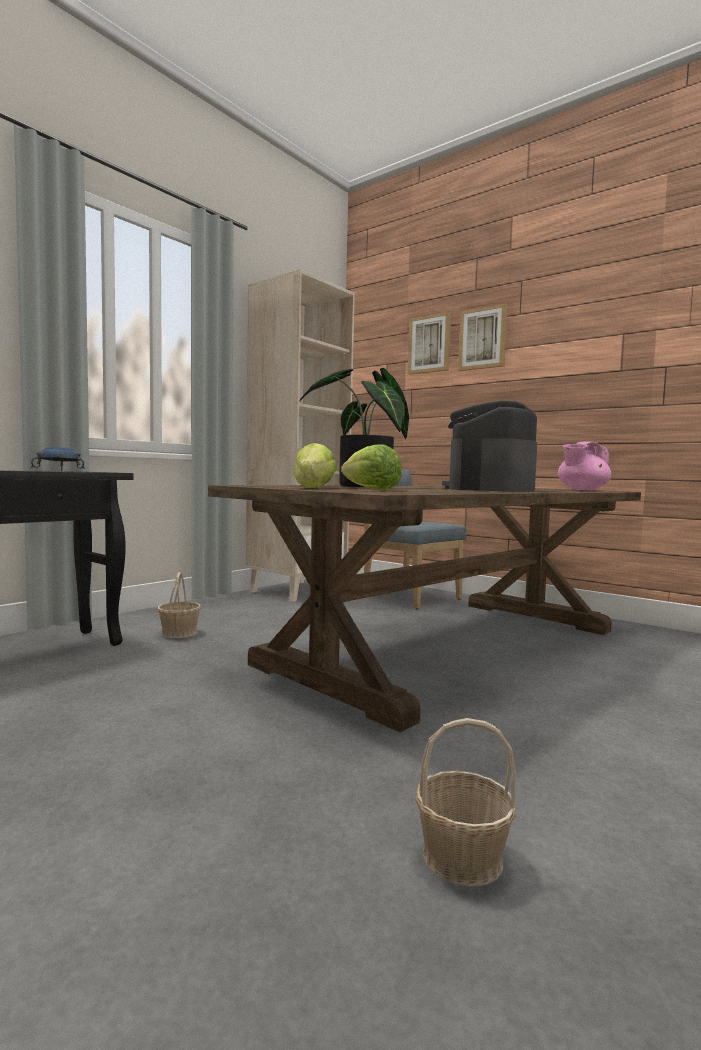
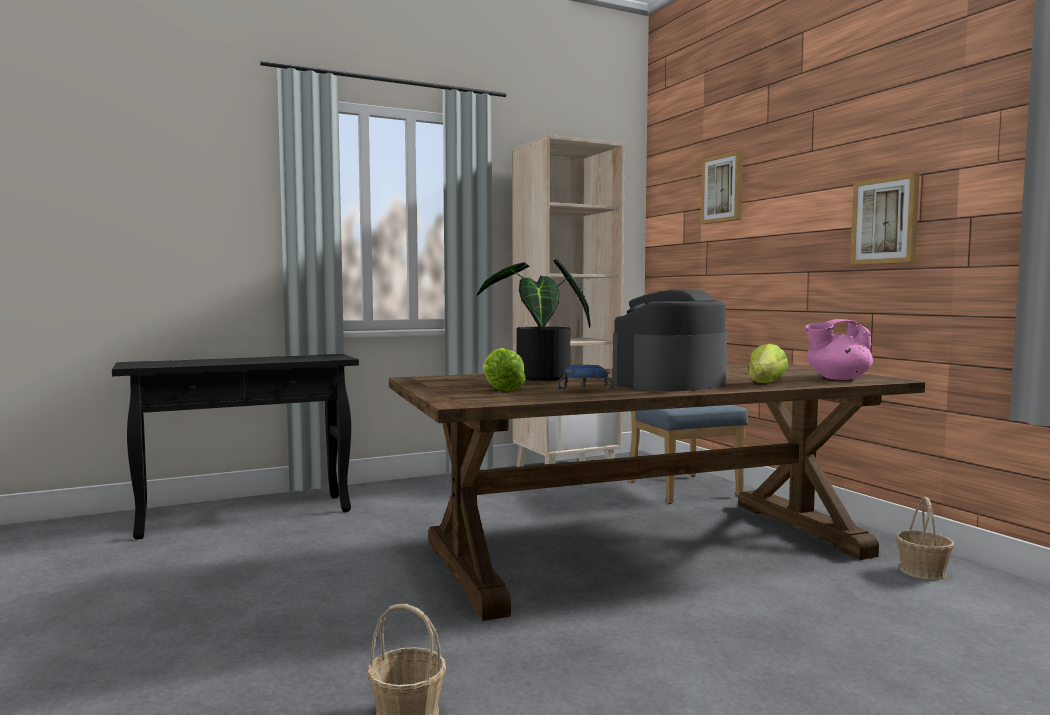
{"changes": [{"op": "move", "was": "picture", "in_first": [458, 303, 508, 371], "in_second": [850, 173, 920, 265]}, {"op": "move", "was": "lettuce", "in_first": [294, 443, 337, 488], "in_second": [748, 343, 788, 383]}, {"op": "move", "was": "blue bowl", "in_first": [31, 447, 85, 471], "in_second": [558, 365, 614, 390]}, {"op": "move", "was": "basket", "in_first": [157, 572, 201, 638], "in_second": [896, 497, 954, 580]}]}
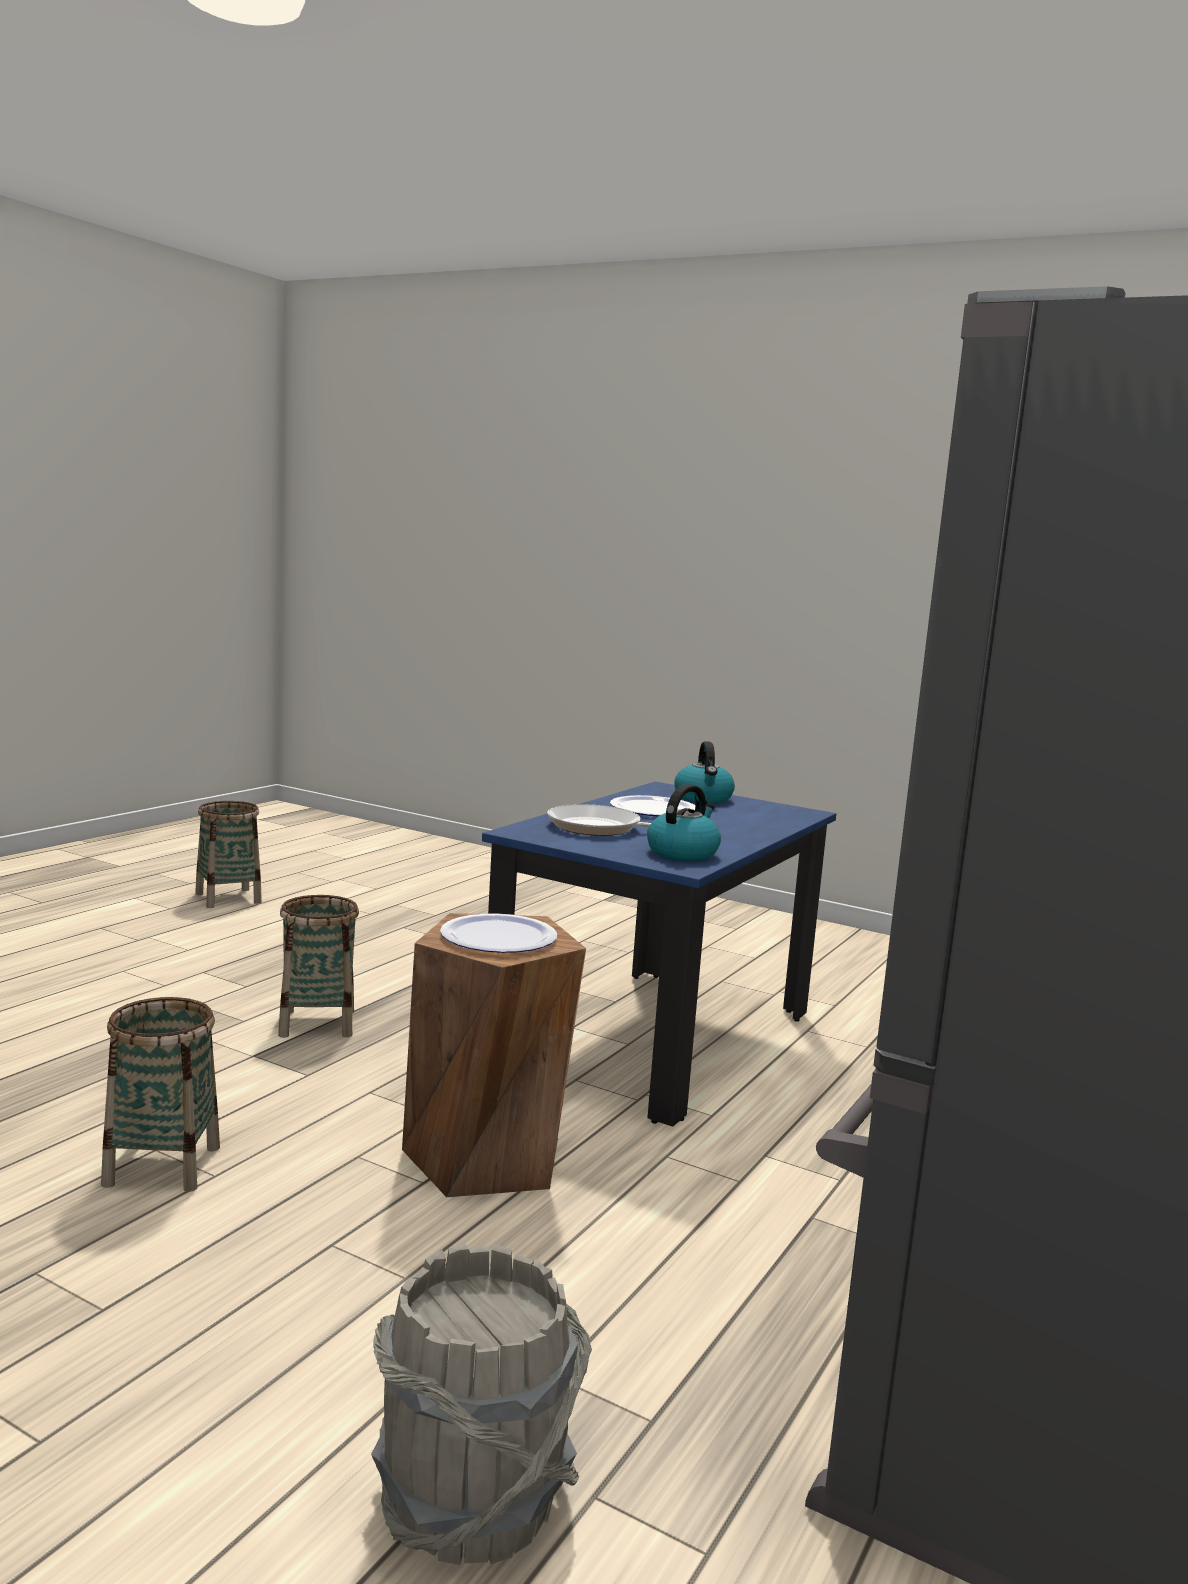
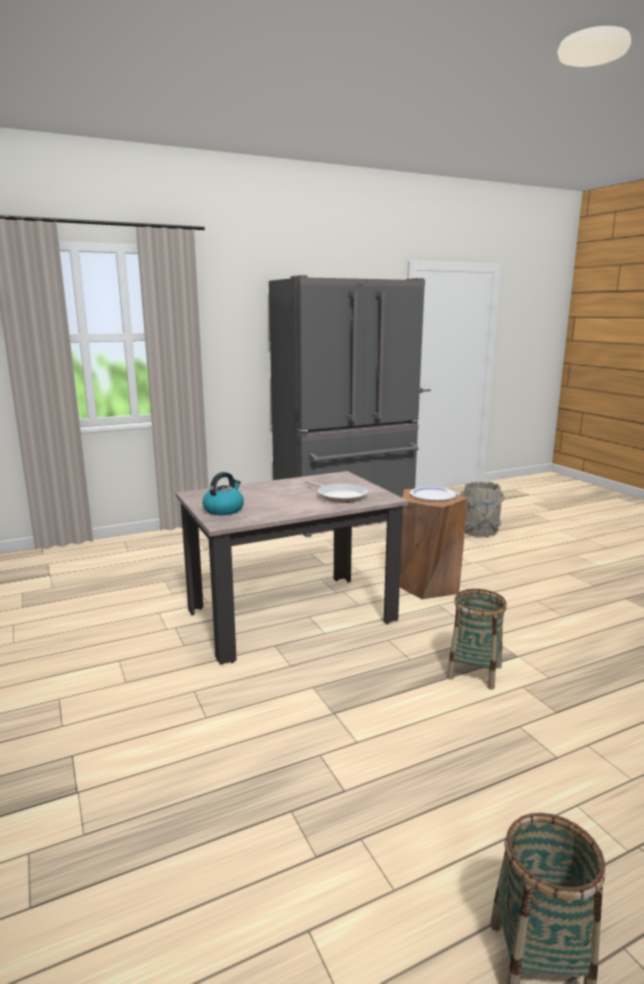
{"changes": [{"op": "recolor", "was": "blue dining table", "now": "beige dining table", "in_first": [482, 782, 836, 1127], "in_second": [176, 471, 408, 664]}, {"op": "delete", "was": "kettle", "in_first": [647, 784, 721, 861]}, {"op": "delete", "was": "plate", "in_first": [610, 795, 695, 816]}, {"op": "delete", "was": "basket", "in_first": [101, 997, 220, 1192]}]}
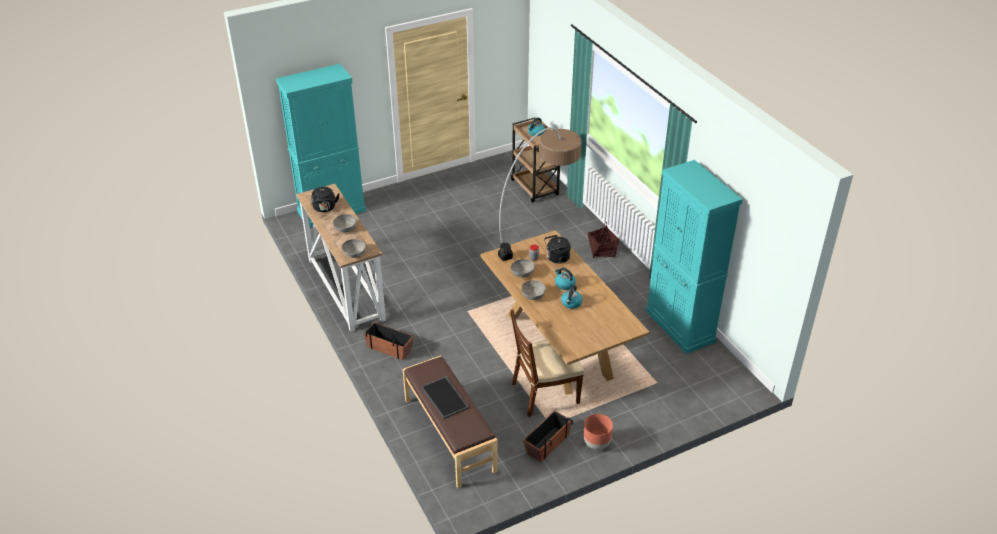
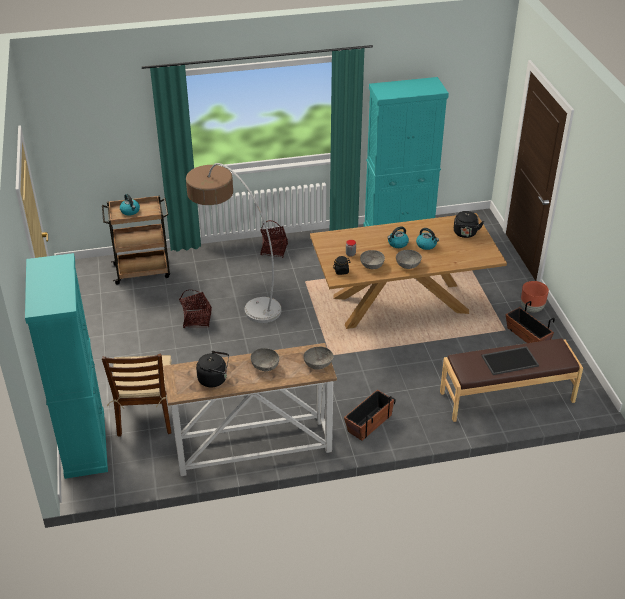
{"changes": [{"op": "move", "was": "black kettle", "in_first": [544, 235, 571, 264], "in_second": [454, 211, 484, 238]}, {"op": "move", "was": "brown chair", "in_first": [510, 310, 584, 417], "in_second": [102, 353, 171, 437]}, {"op": "insert", "now": "basket", "in_second": [179, 290, 212, 328]}]}
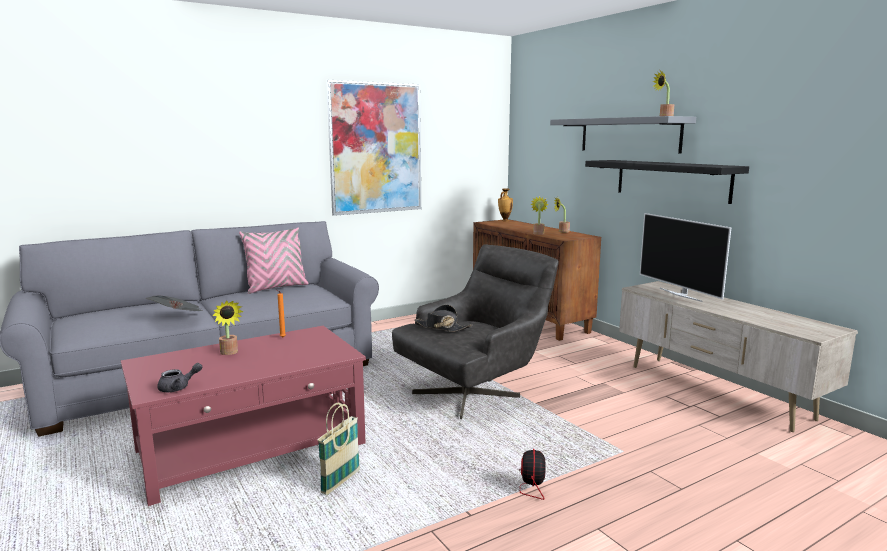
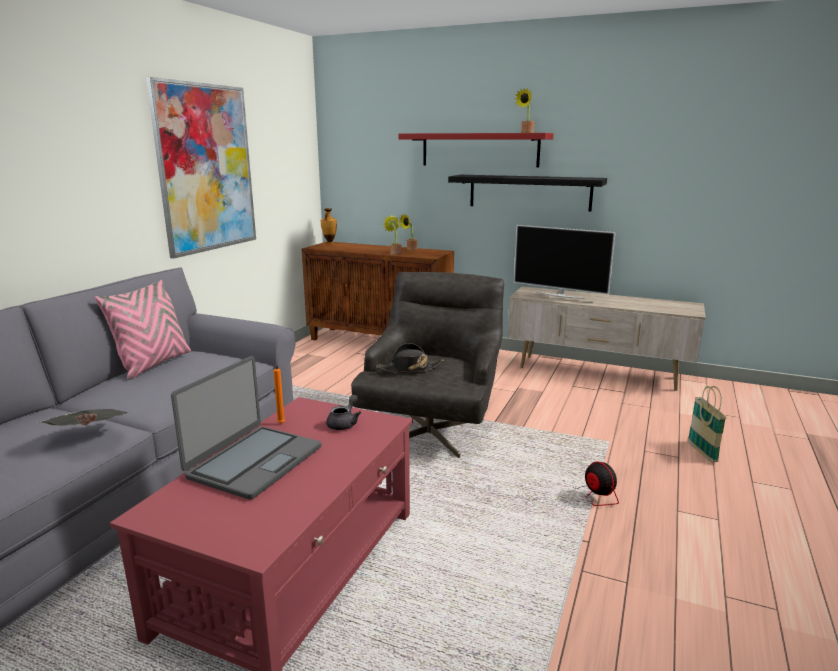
{"changes": [{"op": "recolor", "was": "grey shelf", "now": "red shelf", "in_first": [550, 116, 696, 153], "in_second": [398, 133, 554, 167]}, {"op": "replace", "was": "potted plant", "now": "laptop", "in_first": [213, 301, 243, 355], "in_second": [171, 356, 321, 500]}, {"op": "move", "was": "grey teapot", "in_first": [157, 363, 202, 392], "in_second": [326, 395, 361, 430]}, {"op": "move", "was": "basket", "in_first": [317, 403, 360, 495], "in_second": [688, 386, 726, 462]}]}
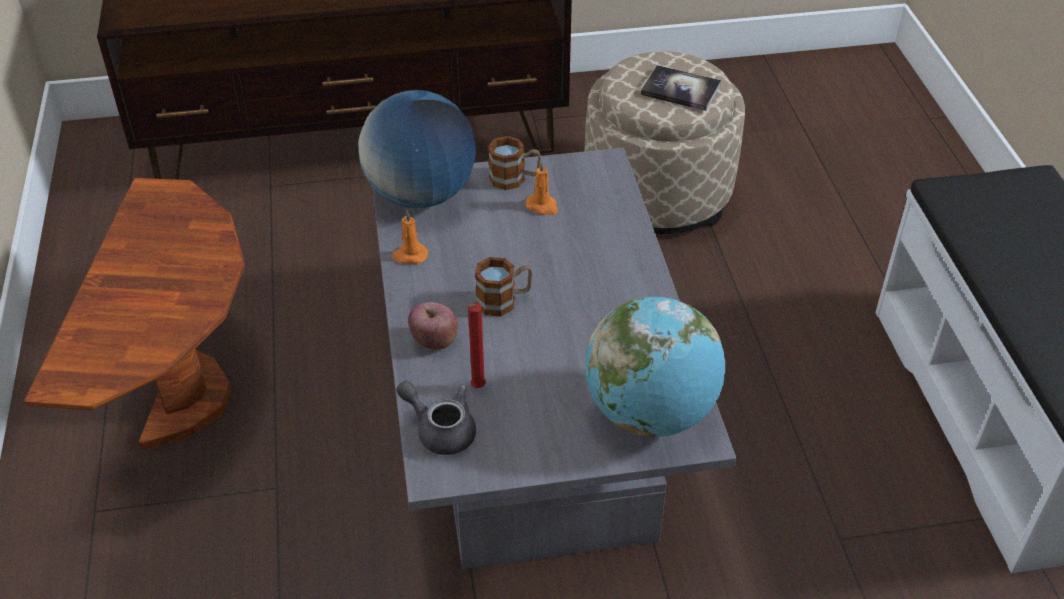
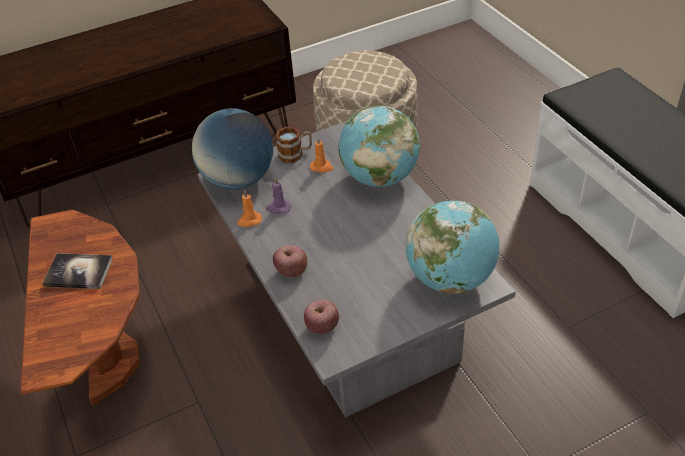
{"changes": [{"op": "move", "was": "book", "in_first": [641, 65, 721, 111], "in_second": [42, 253, 113, 289]}, {"op": "delete", "was": "mug", "in_first": [475, 257, 532, 316]}, {"op": "delete", "was": "red candle", "in_first": [467, 303, 486, 388]}, {"op": "replace", "was": "grey teapot", "now": "apple", "in_first": [396, 381, 476, 455], "in_second": [304, 300, 339, 334]}, {"op": "insert", "now": "globe", "in_second": [338, 106, 420, 187]}, {"op": "insert", "now": "purple candle", "in_second": [266, 177, 291, 214]}]}
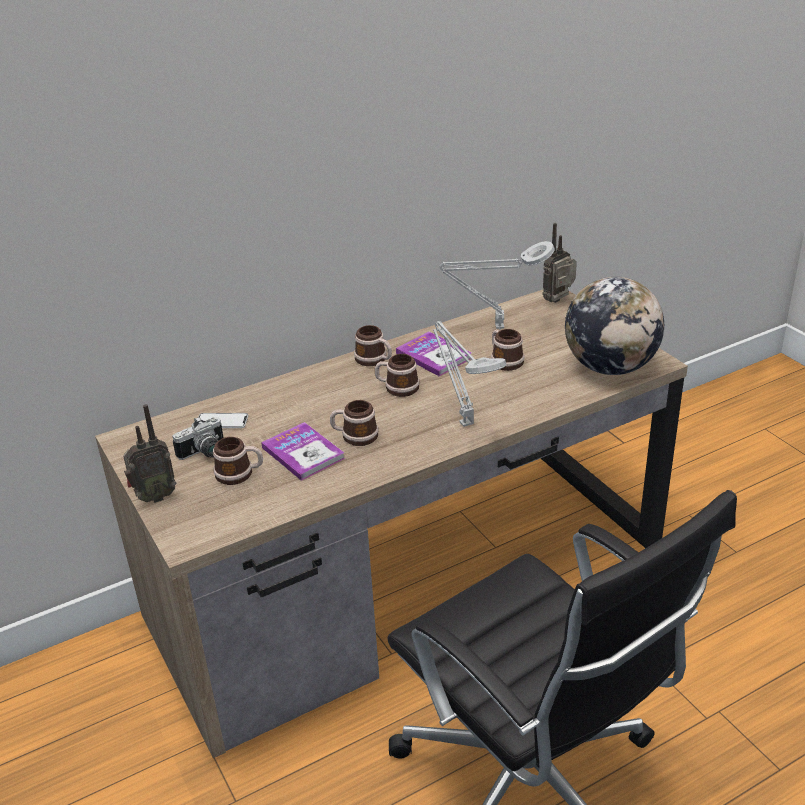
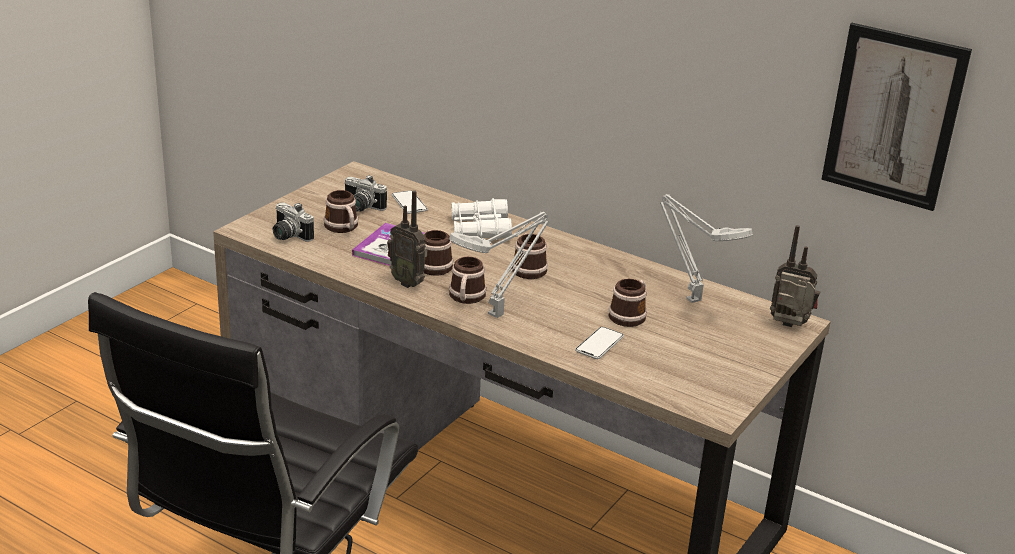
{"changes": [{"op": "delete", "was": "globe", "in_first": [565, 277, 664, 375]}, {"op": "move", "was": "mug", "in_first": [354, 325, 392, 366], "in_second": [449, 257, 487, 304]}, {"op": "delete", "was": "book", "in_first": [396, 331, 471, 376]}, {"op": "move", "was": "radio", "in_first": [123, 404, 176, 503], "in_second": [387, 190, 427, 288]}, {"op": "insert", "now": "picture", "in_second": [821, 23, 972, 211]}, {"op": "insert", "now": "white binoculars", "in_second": [451, 198, 512, 240]}, {"op": "insert", "now": "photo camera", "in_second": [273, 202, 314, 242]}, {"op": "insert", "now": "phone", "in_second": [575, 327, 624, 359]}]}
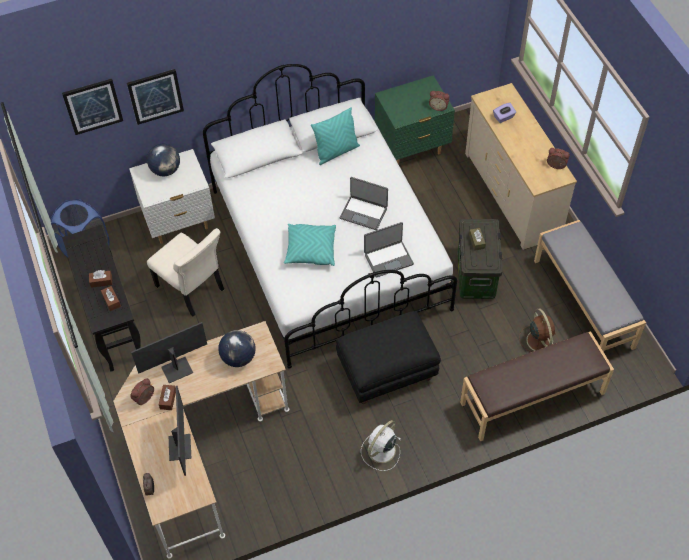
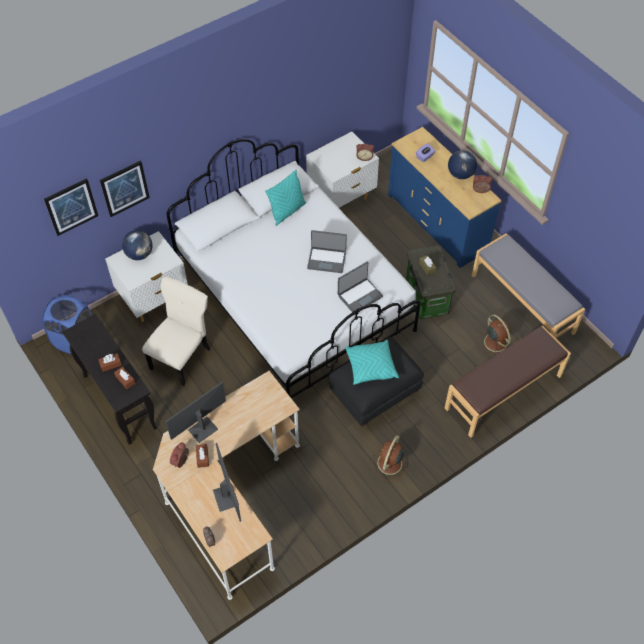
{"changes": [{"op": "recolor", "was": "green nightstand", "now": "white nightstand", "in_first": [375, 75, 455, 165], "in_second": [306, 132, 379, 208]}, {"op": "recolor", "was": "beige dresser", "now": "blue dresser", "in_first": [465, 83, 577, 250], "in_second": [388, 127, 502, 268]}, {"op": "move", "was": "turquoise pillow", "in_first": [284, 224, 336, 266], "in_second": [345, 340, 399, 385]}, {"op": "rotate", "was": "beige chair", "in_first": [147, 228, 224, 316], "in_second": [142, 276, 210, 386], "clockwise": -90}, {"op": "move", "was": "globe", "in_first": [218, 330, 256, 367], "in_second": [448, 150, 477, 179]}, {"op": "recolor", "was": "white fan", "now": "brown fan", "in_first": [361, 420, 401, 471], "in_second": [372, 435, 407, 481]}]}
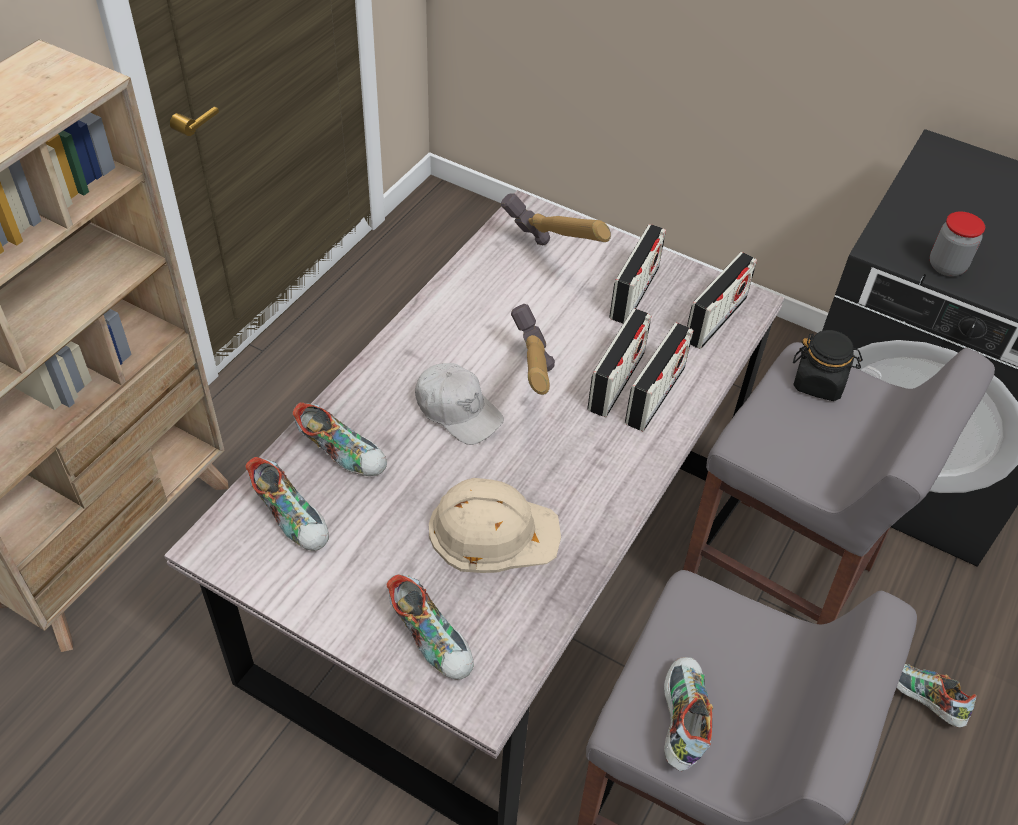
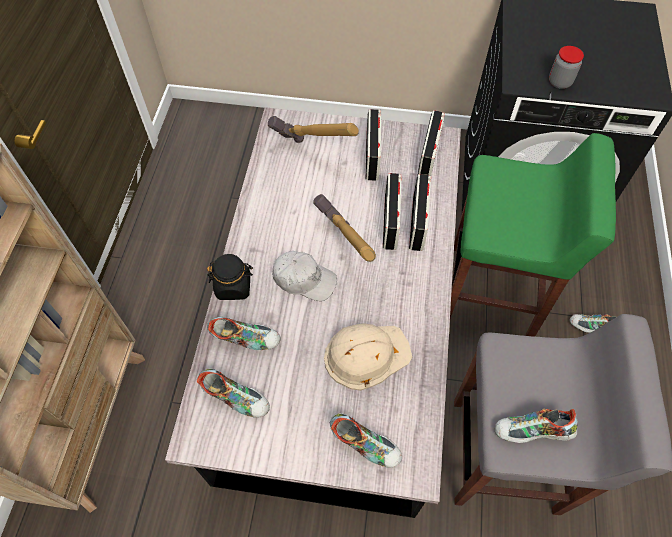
{"changes": [{"op": "move", "was": "black jar", "in_first": [793, 330, 863, 401], "in_second": [207, 254, 253, 300]}, {"op": "recolor", "was": "grey stool", "now": "green stool", "in_first": [683, 342, 995, 624], "in_second": [450, 133, 616, 337]}, {"op": "rotate", "was": "shoe", "in_first": [664, 657, 713, 771], "in_second": [495, 408, 578, 443], "clockwise": -75}]}
